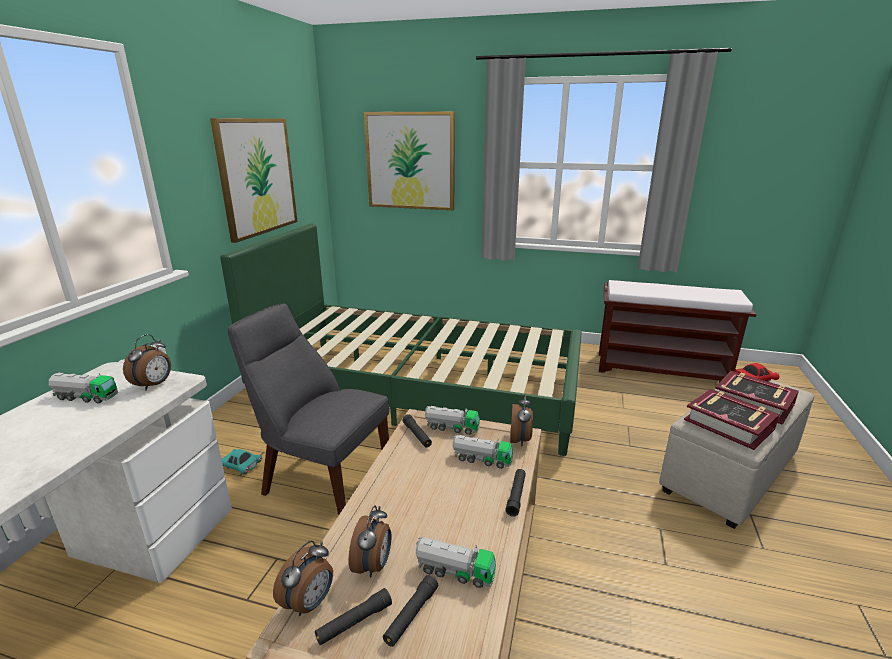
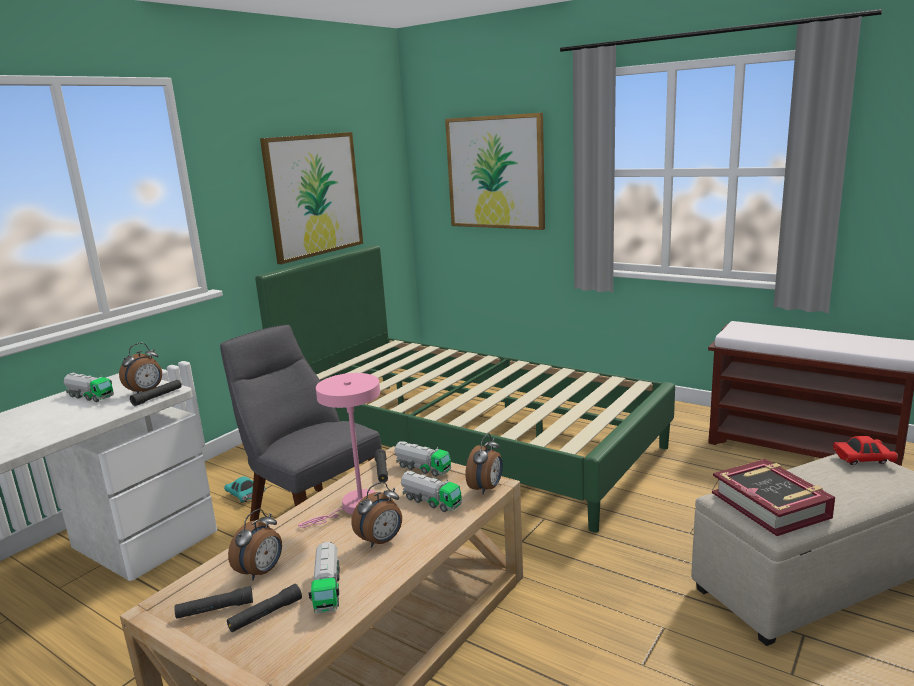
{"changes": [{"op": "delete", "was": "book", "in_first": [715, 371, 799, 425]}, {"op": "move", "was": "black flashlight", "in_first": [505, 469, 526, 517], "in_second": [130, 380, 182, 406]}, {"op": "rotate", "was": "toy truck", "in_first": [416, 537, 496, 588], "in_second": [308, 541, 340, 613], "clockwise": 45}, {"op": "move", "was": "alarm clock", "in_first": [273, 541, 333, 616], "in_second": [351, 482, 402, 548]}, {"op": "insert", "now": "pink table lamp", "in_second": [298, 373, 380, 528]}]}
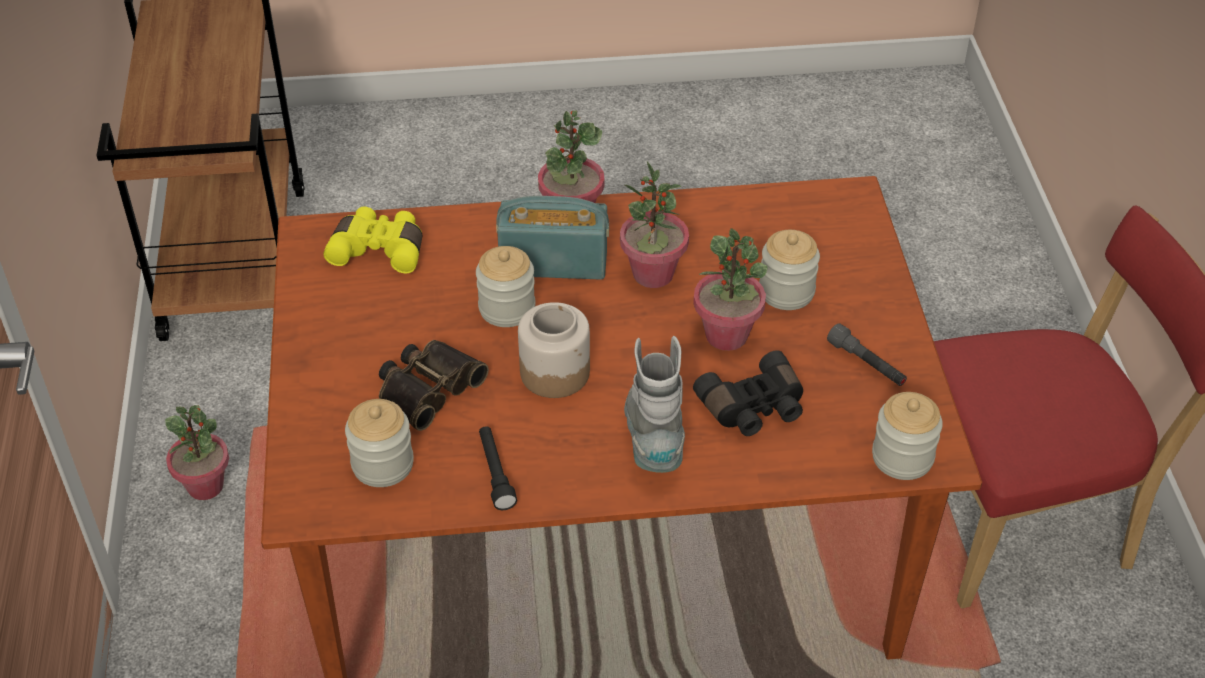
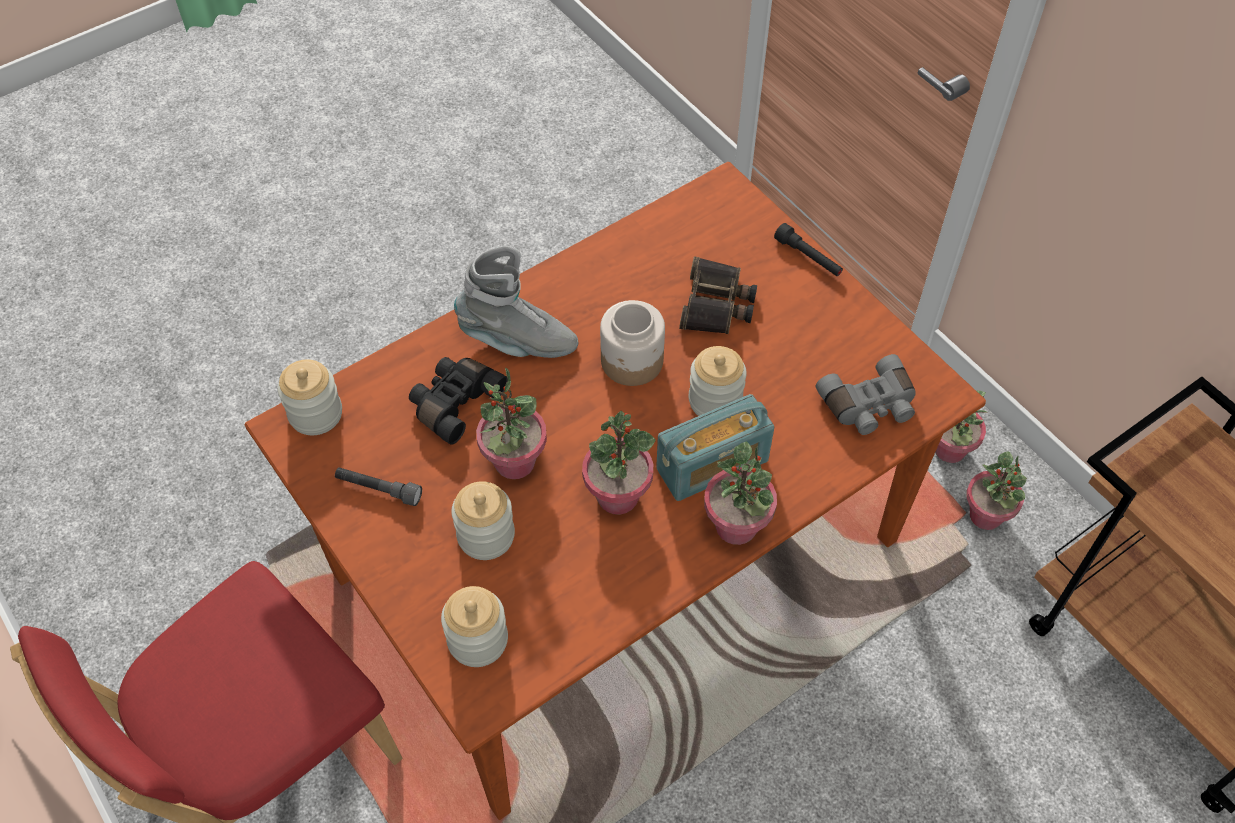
{"changes": [{"op": "recolor", "was": "yellow binoculars", "now": "grey binoculars", "in_first": [323, 206, 422, 273], "in_second": [816, 354, 916, 435]}, {"op": "rotate", "was": "grey boot", "in_first": [624, 336, 685, 473], "in_second": [454, 246, 578, 358], "clockwise": -45}, {"op": "move", "was": "jar", "in_first": [345, 399, 414, 487], "in_second": [441, 586, 508, 667]}, {"op": "move", "was": "black flashlight", "in_first": [479, 426, 517, 510], "in_second": [774, 223, 843, 276]}, {"op": "insert", "now": "potted plant", "in_second": [967, 451, 1027, 530]}]}
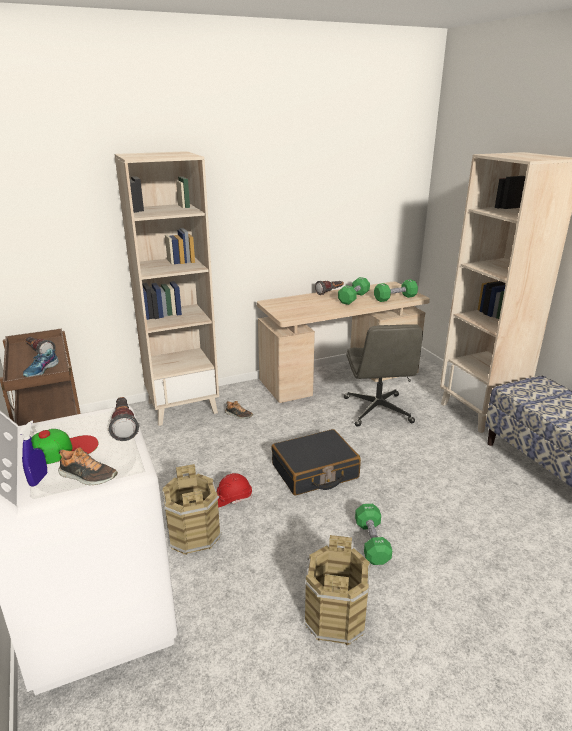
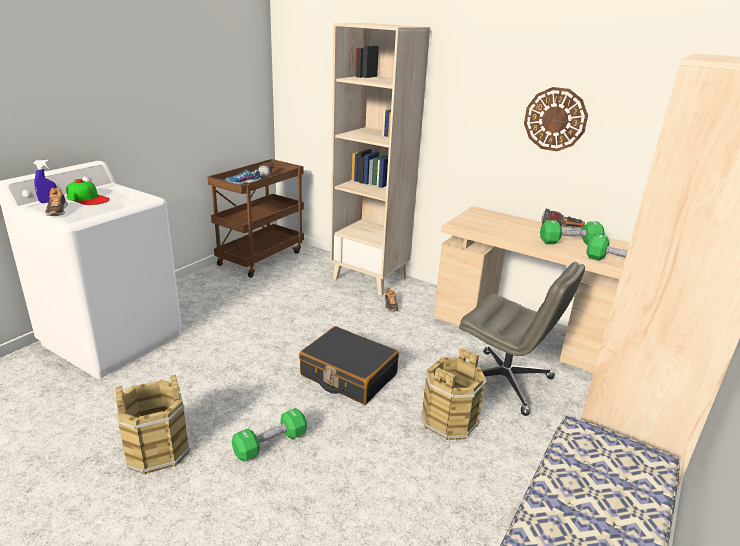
{"changes": [{"op": "rotate", "was": "grey office chair", "in_first": [344, 324, 423, 427], "in_second": [459, 262, 585, 416], "clockwise": -105}, {"op": "delete", "was": "flashlight", "in_first": [108, 397, 139, 441]}, {"op": "move", "was": "brown bucket", "in_first": [162, 464, 222, 555], "in_second": [421, 348, 487, 440]}, {"op": "delete", "was": "red hard hat", "in_first": [216, 473, 252, 507]}, {"op": "insert", "now": "wall clock", "in_second": [524, 87, 588, 151]}]}
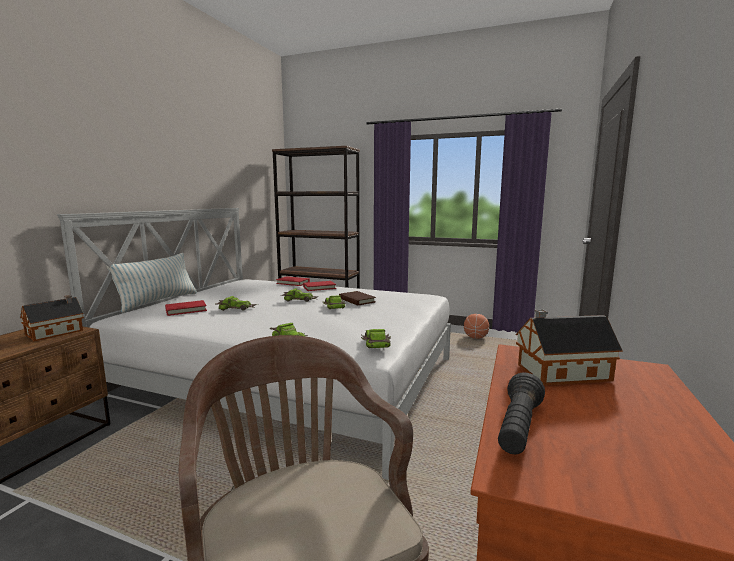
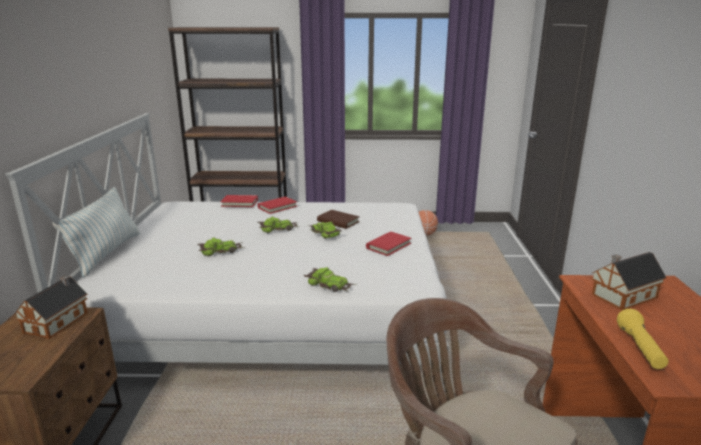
{"changes": [{"op": "move", "was": "red book", "in_first": [165, 300, 207, 316], "in_second": [366, 232, 411, 256]}, {"op": "delete", "was": "toy car", "in_first": [361, 329, 391, 348]}, {"op": "recolor", "was": "black flashlight", "now": "yellow flashlight", "in_first": [498, 373, 545, 454], "in_second": [617, 309, 669, 369]}]}
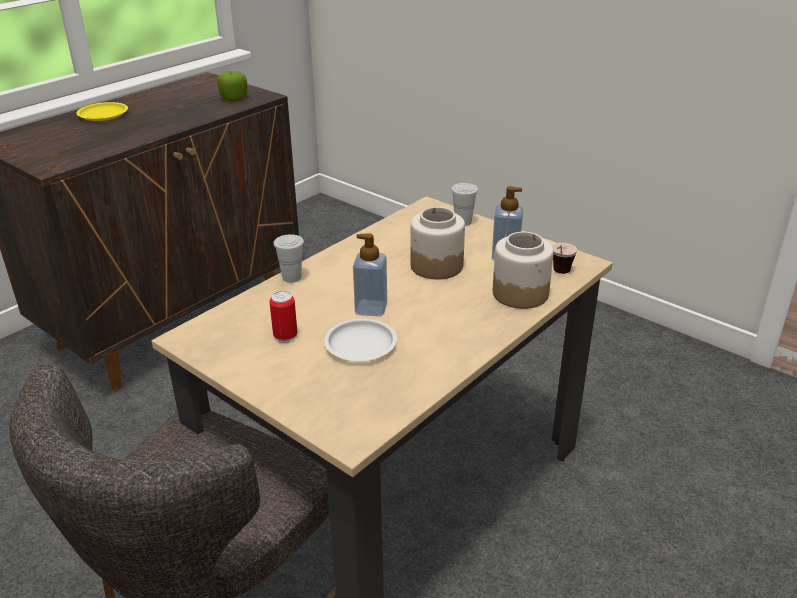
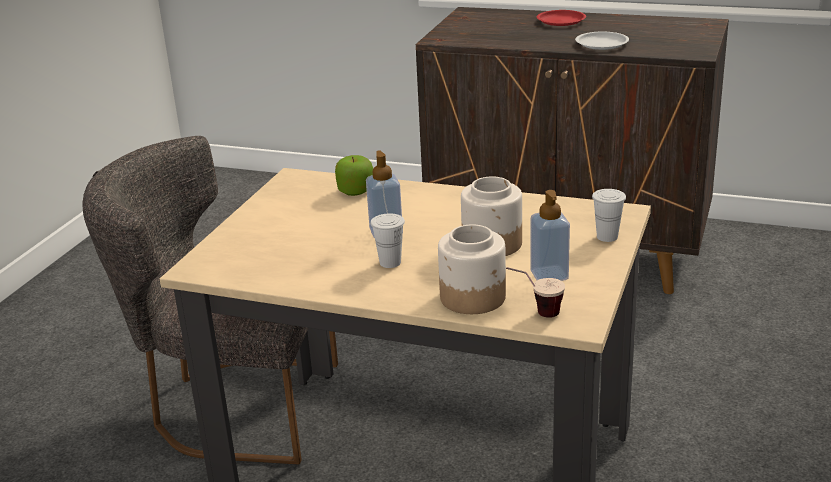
{"changes": [{"op": "move", "was": "apple", "in_first": [217, 71, 247, 101], "in_second": [335, 155, 373, 196]}, {"op": "recolor", "was": "yellow plate", "now": "red plate", "in_first": [77, 102, 128, 121], "in_second": [537, 10, 586, 26]}, {"op": "move", "was": "white cup", "in_first": [273, 234, 304, 283], "in_second": [371, 213, 405, 268]}, {"op": "delete", "was": "can", "in_first": [270, 291, 297, 343]}, {"op": "move", "was": "white plate", "in_first": [324, 319, 397, 361], "in_second": [575, 31, 629, 50]}]}
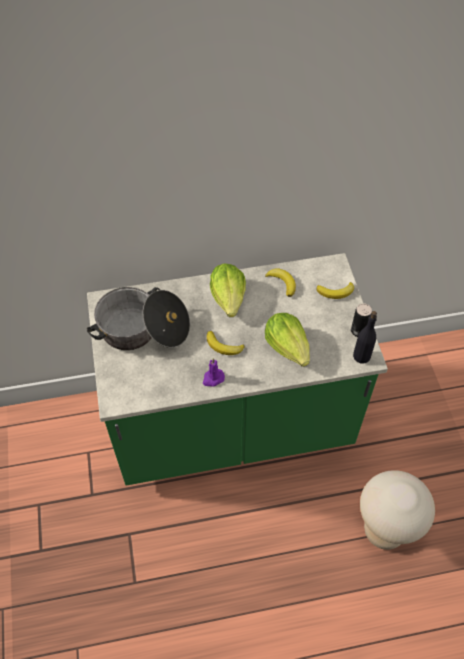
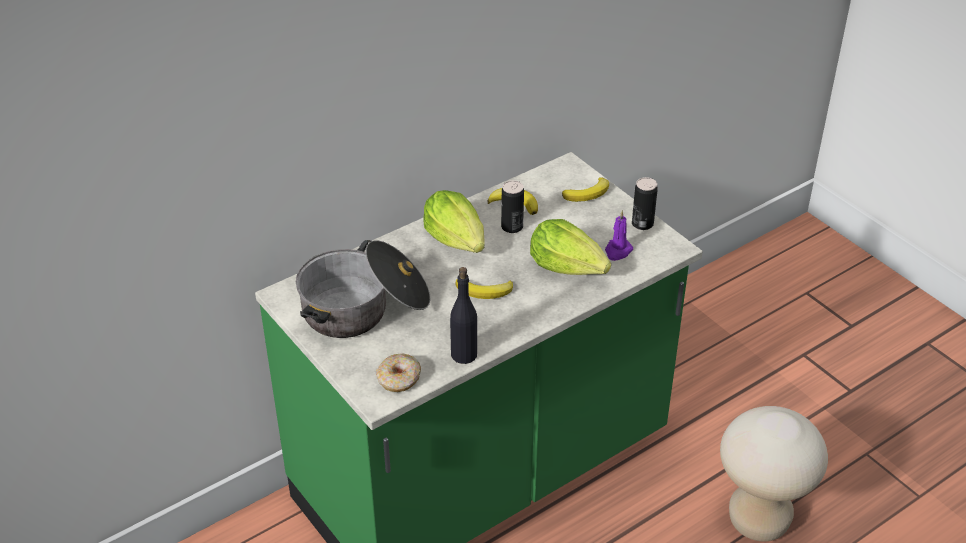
{"changes": [{"op": "move", "was": "black bottle", "in_first": [353, 311, 377, 364], "in_second": [450, 267, 477, 364]}, {"op": "move", "was": "purple candle", "in_first": [203, 358, 225, 387], "in_second": [605, 210, 633, 261]}, {"op": "insert", "now": "can", "in_second": [501, 180, 524, 233]}, {"op": "insert", "now": "donut", "in_second": [376, 353, 421, 392]}]}
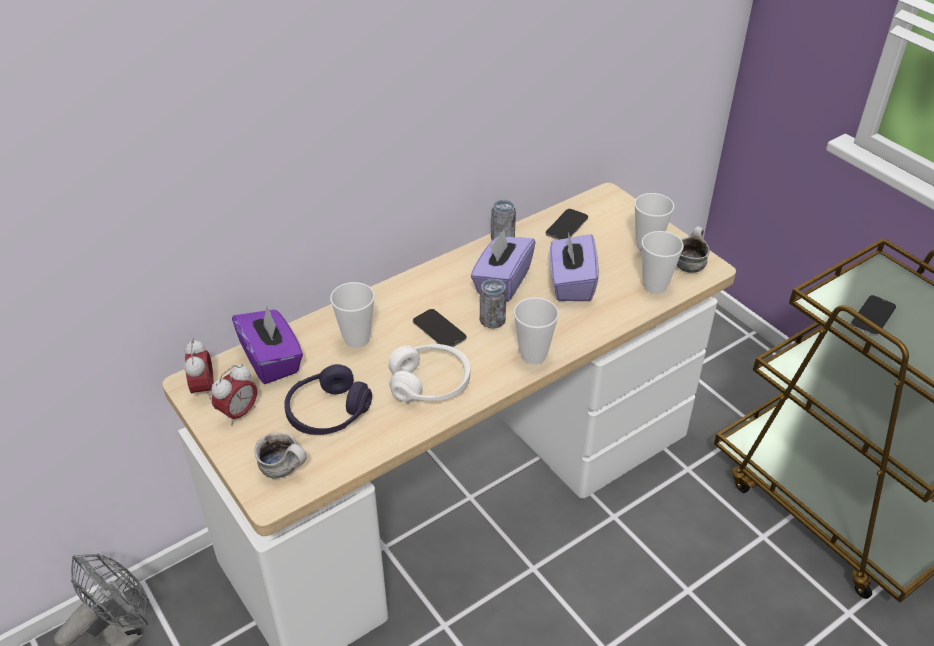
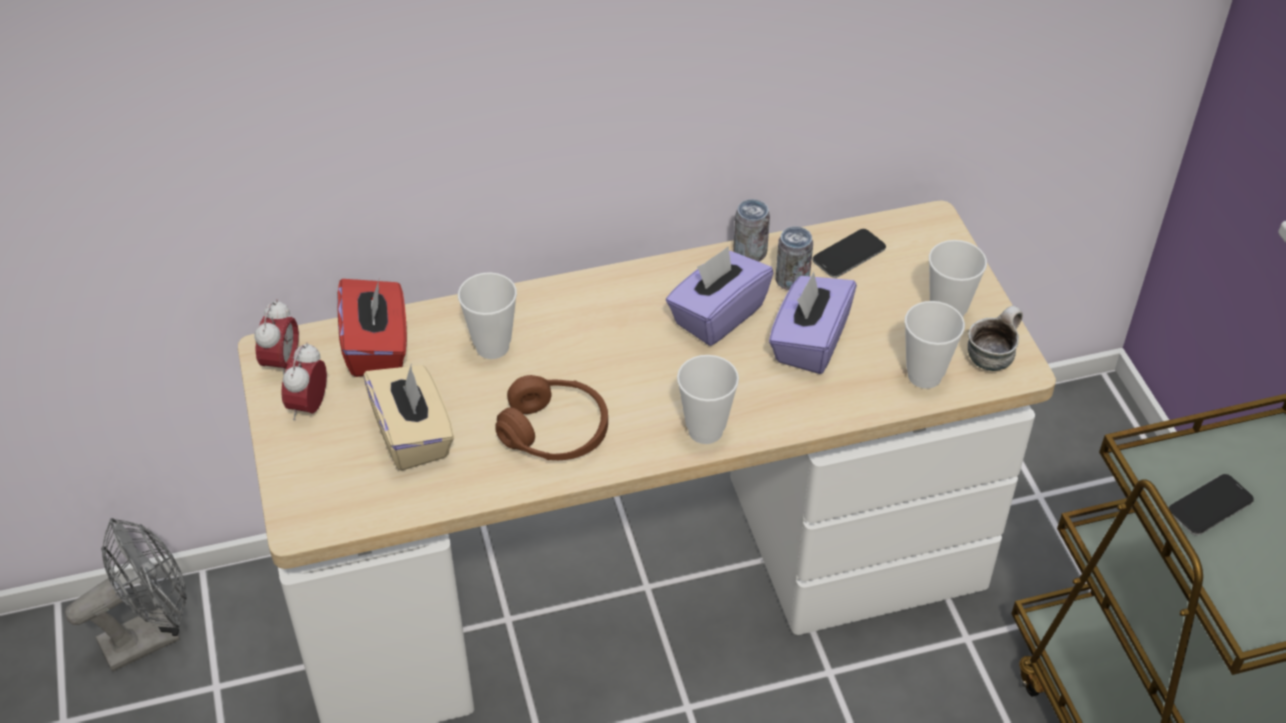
{"changes": [{"op": "move", "was": "can", "in_first": [480, 279, 507, 328], "in_second": [775, 226, 813, 291]}, {"op": "recolor", "was": "purple tissue box", "now": "red tissue box", "in_first": [232, 306, 303, 384], "in_second": [337, 277, 407, 377]}, {"op": "delete", "was": "phone", "in_first": [413, 309, 467, 347]}, {"op": "recolor", "was": "white headphones", "now": "brown headphones", "in_first": [388, 343, 470, 402], "in_second": [495, 375, 608, 460]}, {"op": "rotate", "was": "alarm clock", "in_first": [211, 364, 257, 426], "in_second": [281, 342, 327, 420], "clockwise": 135}, {"op": "replace", "was": "purple headphones", "now": "beige tissue box", "in_first": [284, 364, 372, 435], "in_second": [363, 365, 454, 471]}, {"op": "delete", "was": "mug", "in_first": [254, 433, 307, 478]}]}
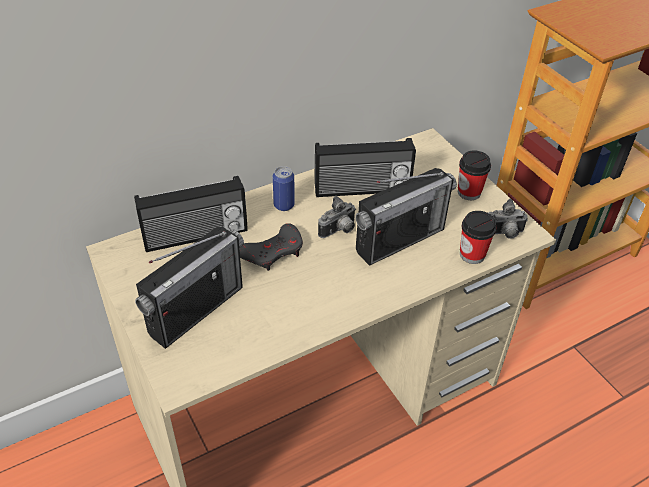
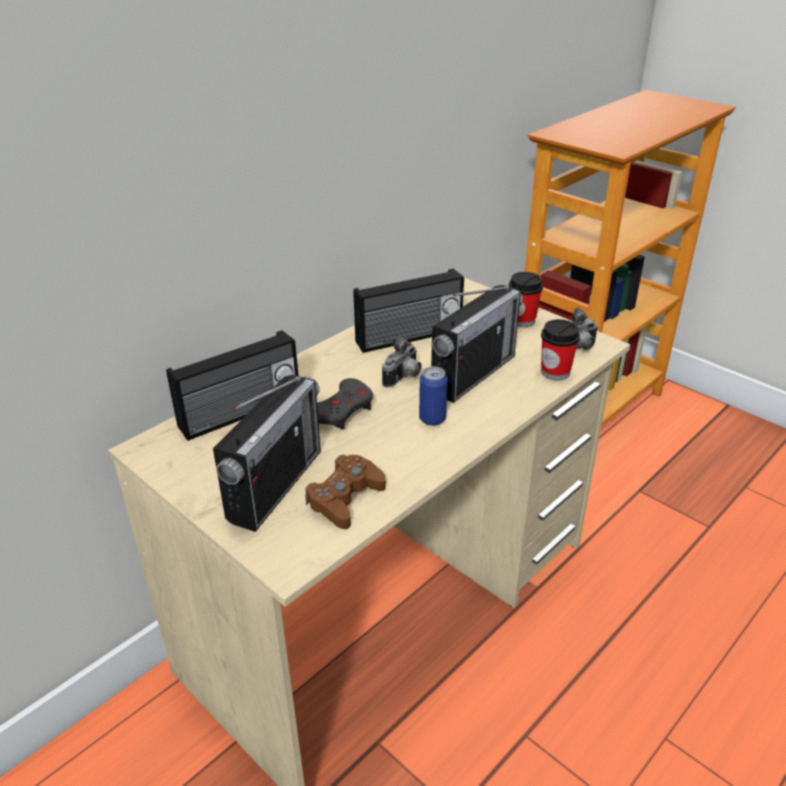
{"changes": [{"op": "move", "was": "can", "in_first": [273, 166, 295, 211], "in_second": [419, 366, 448, 426]}, {"op": "insert", "now": "brown game controller", "in_second": [305, 455, 386, 529]}]}
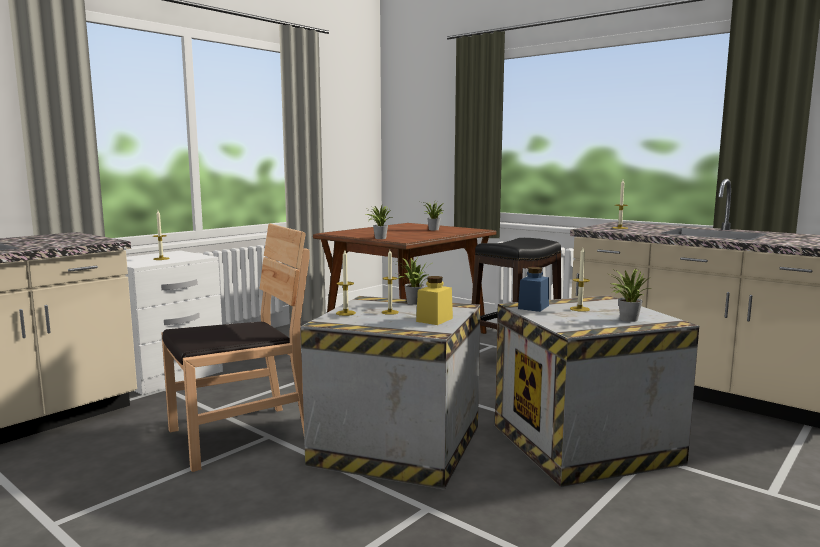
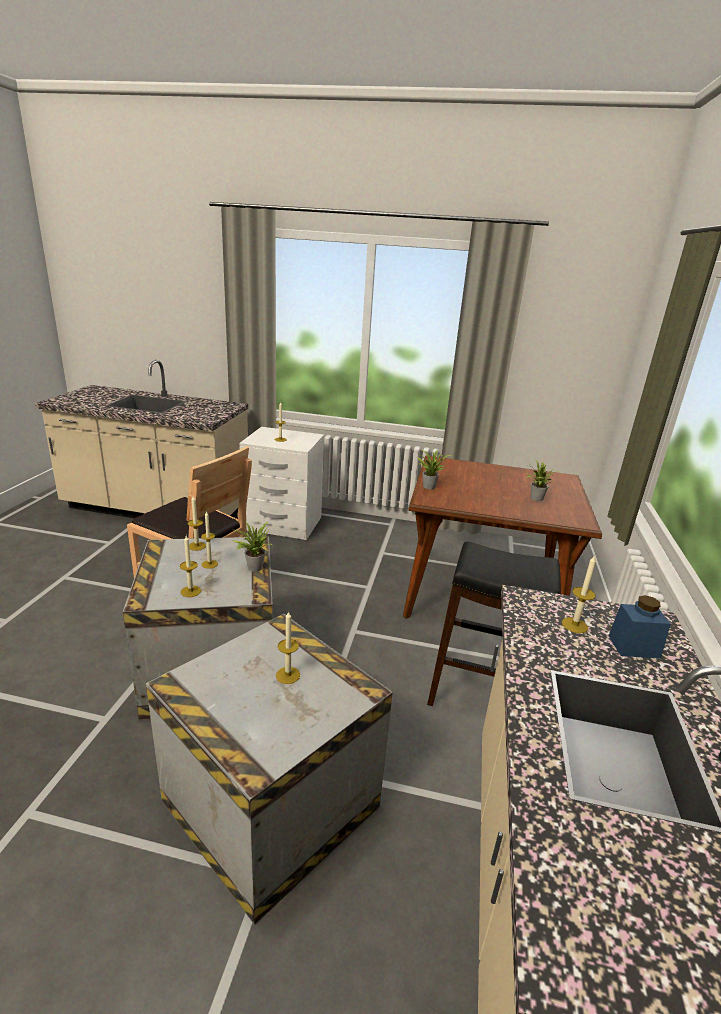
{"changes": [{"op": "move", "was": "blue jar", "in_first": [518, 267, 549, 312], "in_second": [609, 595, 671, 659]}, {"op": "delete", "was": "potted plant", "in_first": [610, 269, 652, 322]}, {"op": "replace", "was": "yellow jar", "now": "candle", "in_first": [416, 276, 453, 325], "in_second": [180, 535, 201, 597]}]}
